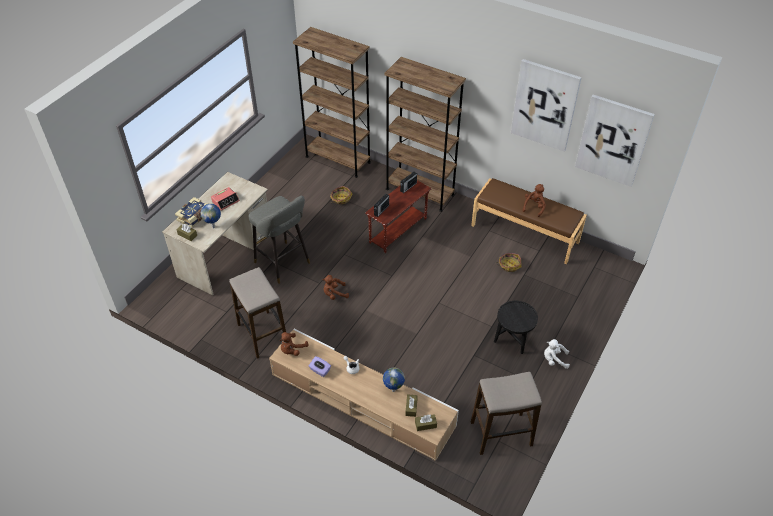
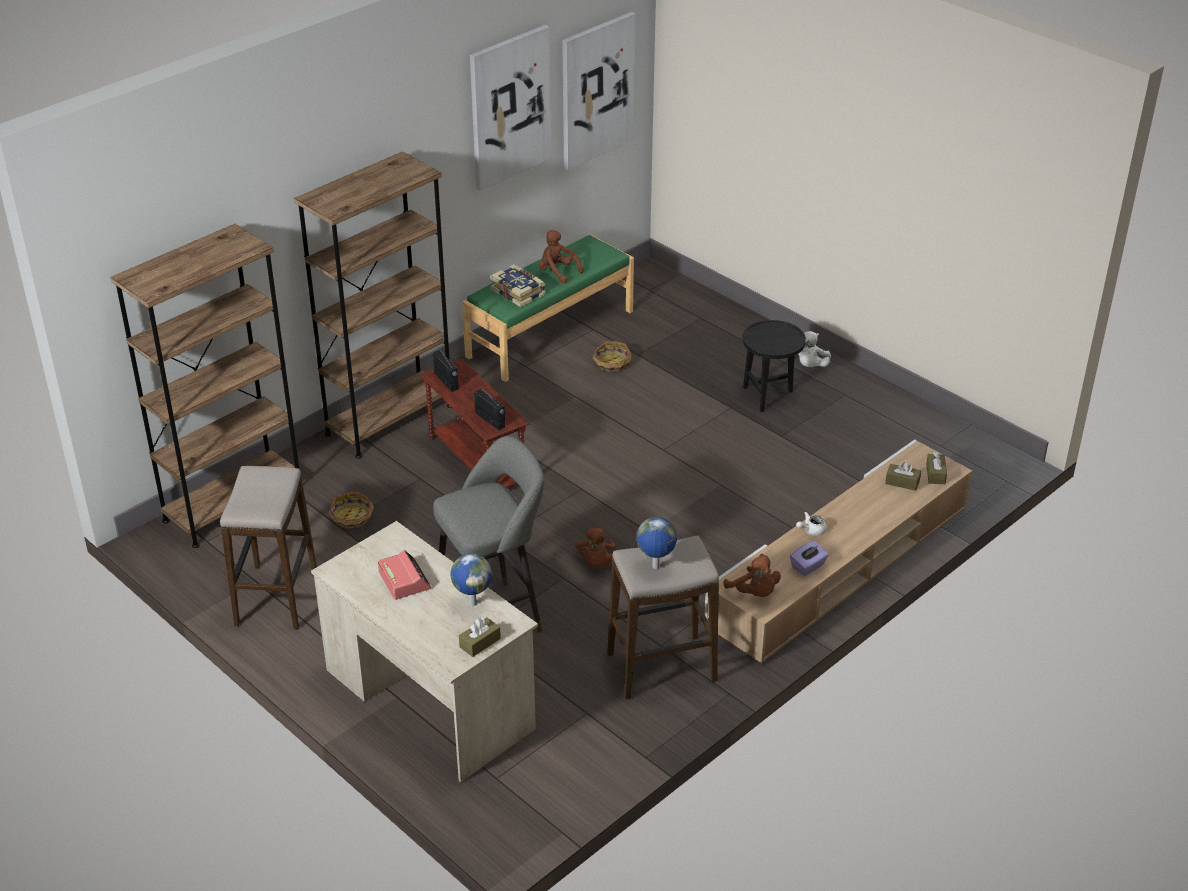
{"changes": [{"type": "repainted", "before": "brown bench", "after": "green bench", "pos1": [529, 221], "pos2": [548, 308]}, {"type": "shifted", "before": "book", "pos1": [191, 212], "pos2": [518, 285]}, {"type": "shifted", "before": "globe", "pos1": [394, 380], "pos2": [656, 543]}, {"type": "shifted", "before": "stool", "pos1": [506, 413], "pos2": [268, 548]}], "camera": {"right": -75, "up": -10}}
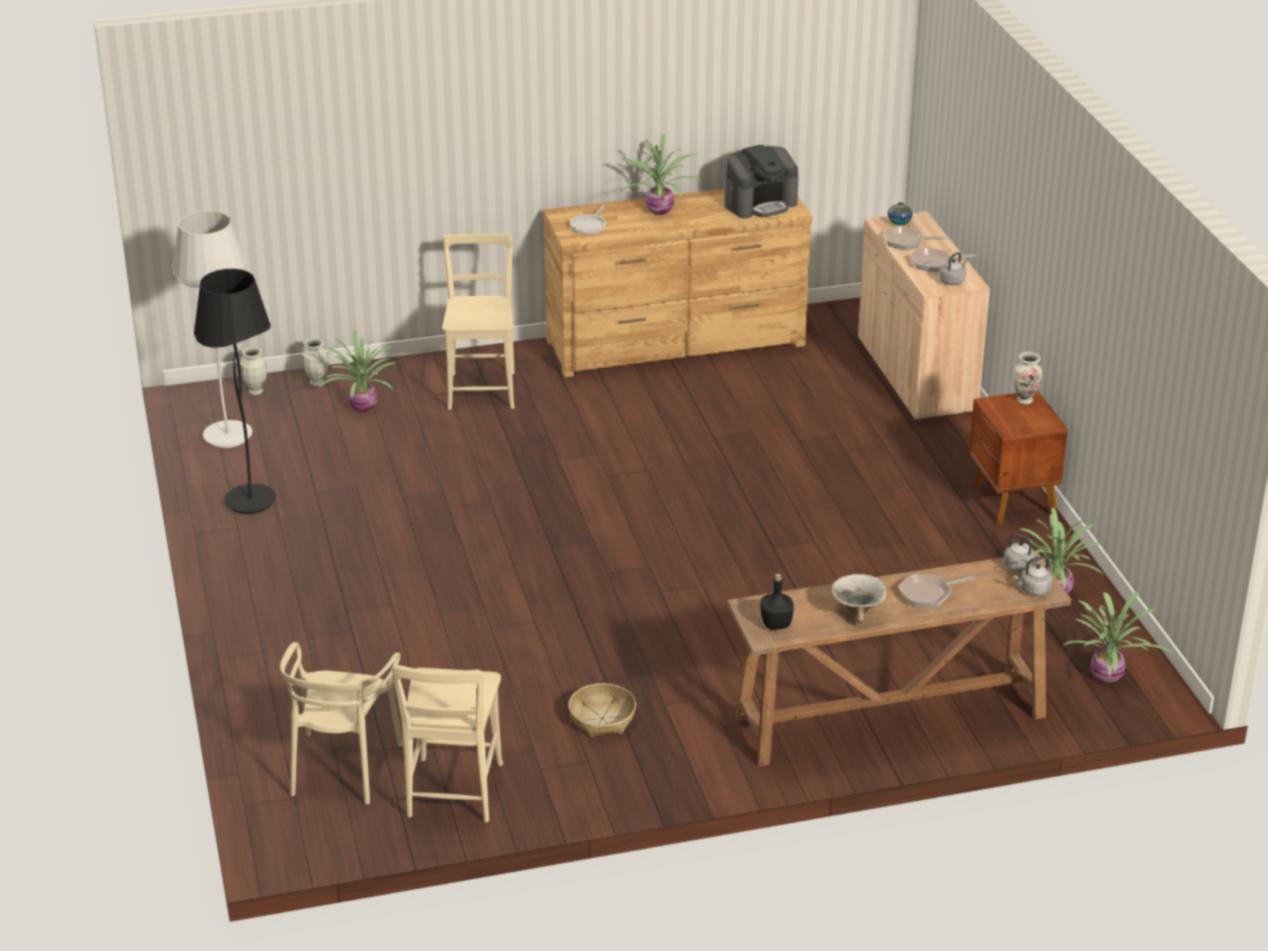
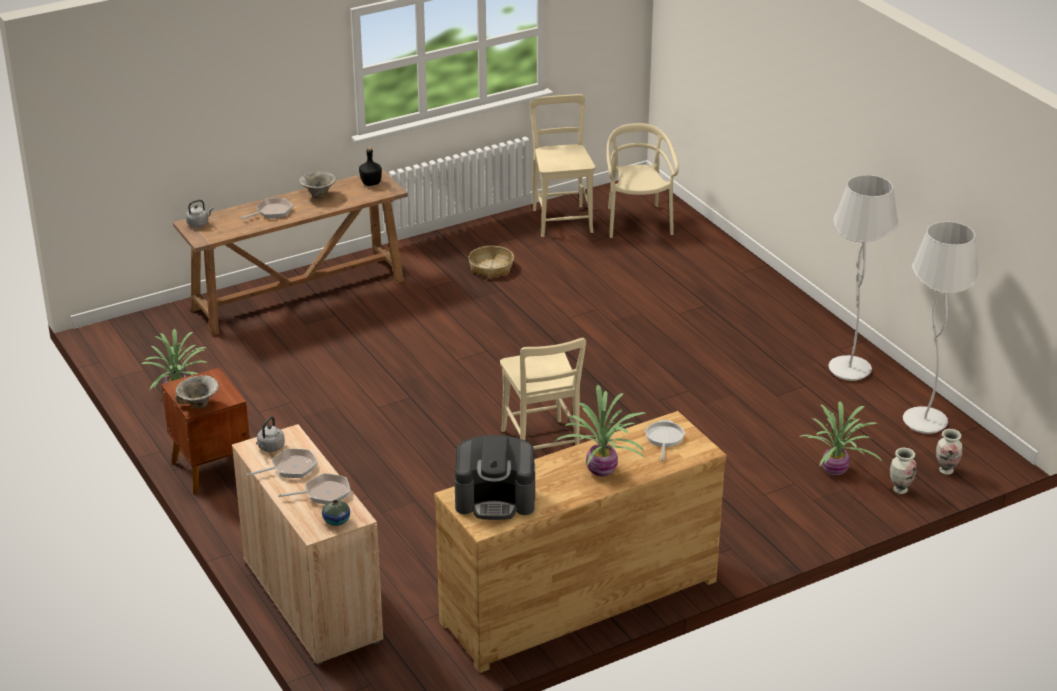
{"changes": [{"type": "rotated", "before": "coffee machine", "pos1": [761, 182], "pos2": [495, 477], "turn": -135}, {"type": "shifted", "before": "beige chair", "pos1": [478, 321], "pos2": [543, 394]}, {"type": "repainted", "before": "black floor lamp", "after": "white floor lamp", "pos1": [235, 391], "pos2": [863, 278]}, {"type": "swapped", "before": "vase", "after": "bowl", "pos1": [1027, 378], "pos2": [197, 392]}, {"type": "gone", "before": "grey kettle", "pos1": [1022, 553]}, {"type": "gone", "before": "potted plant", "pos1": [1118, 637]}], "camera": {"right": 165, "up": 0}}
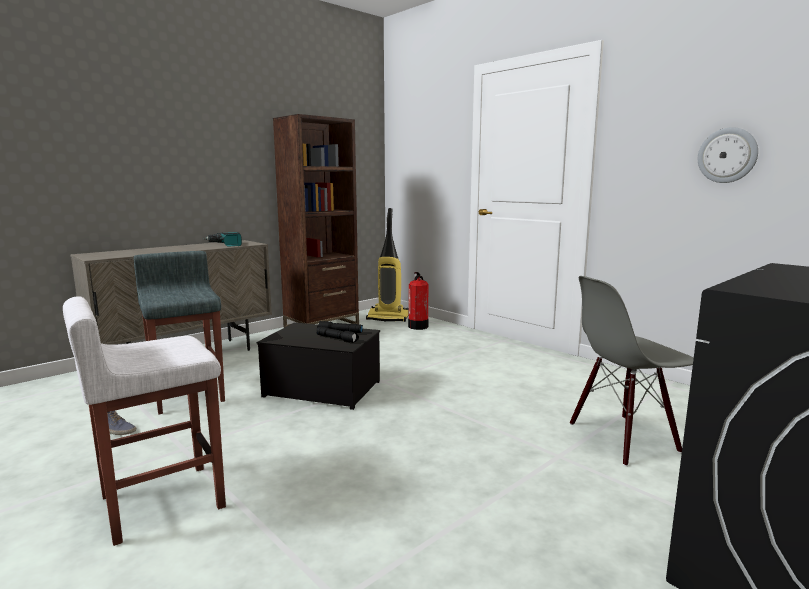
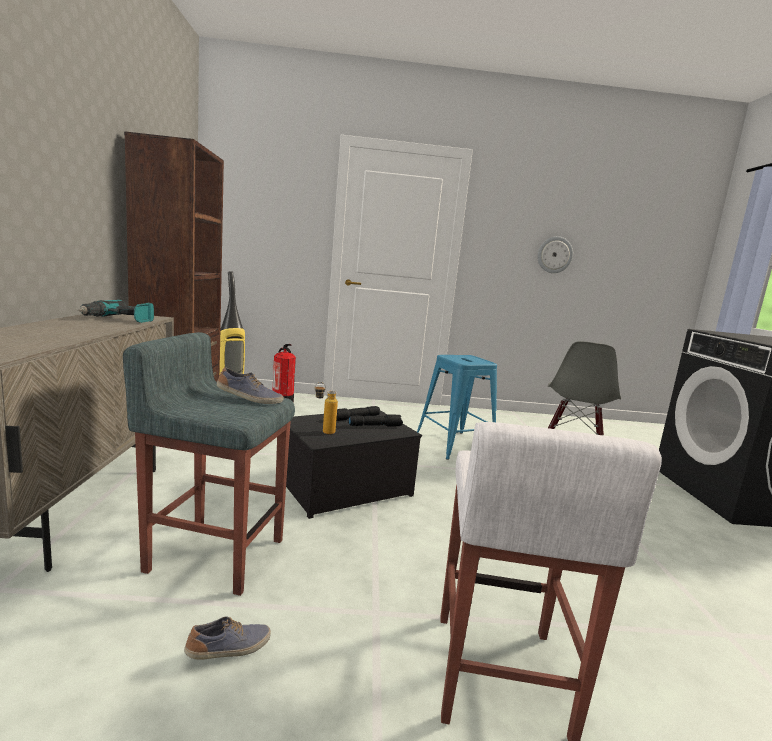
{"changes": [{"type": "new", "after": "blue stool", "pos2": [457, 407]}, {"type": "new", "after": "shoe", "pos2": [250, 385]}, {"type": "new", "after": "bottle", "pos2": [326, 408]}], "camera": {"right": -50, "up": 0}}
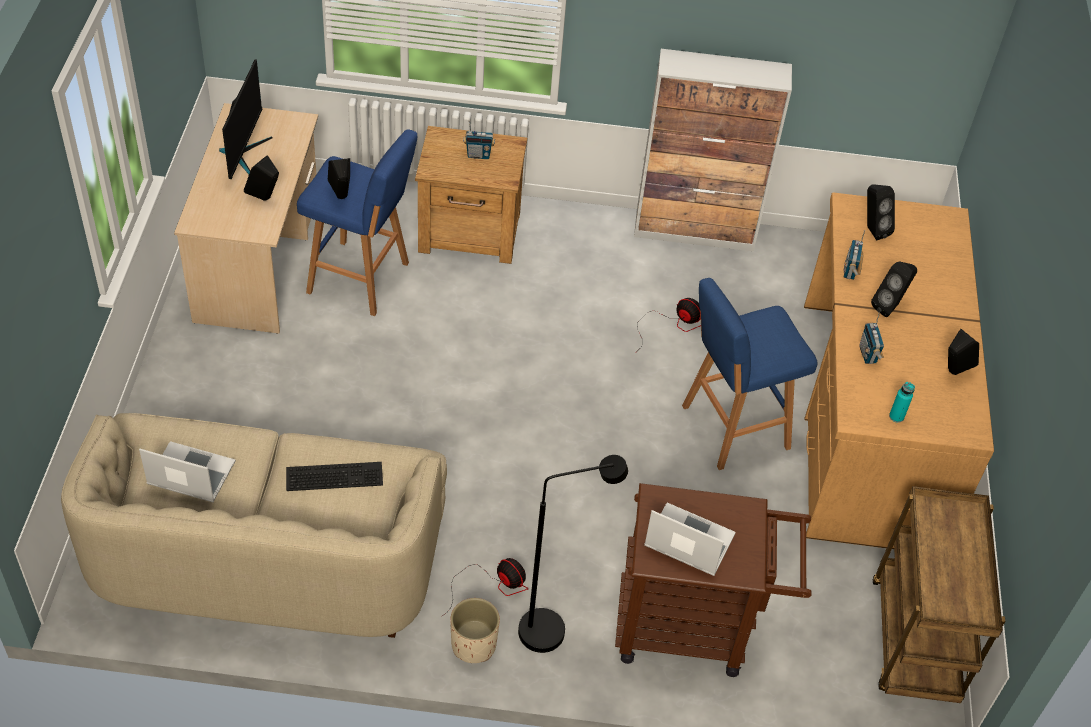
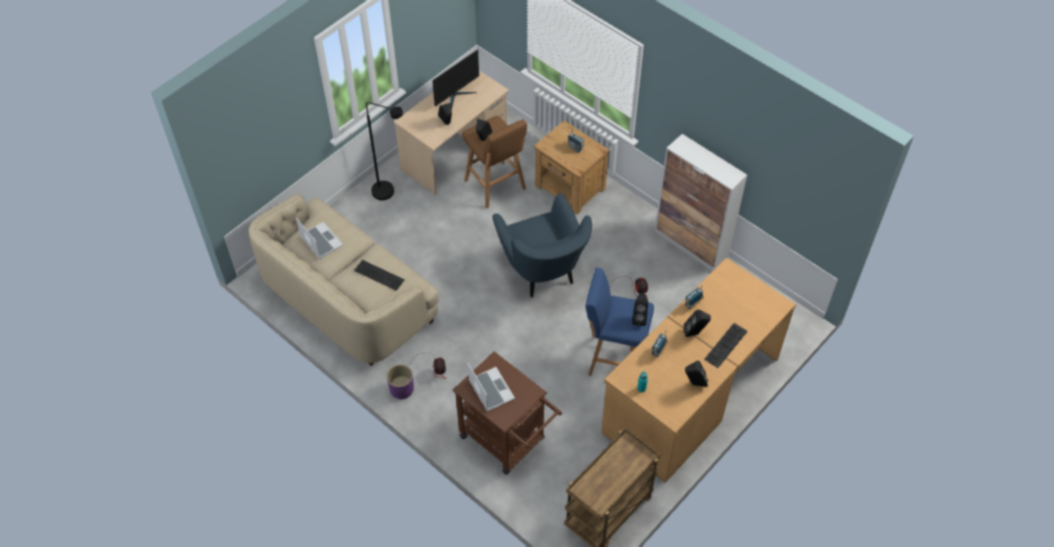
{"changes": [{"type": "repainted", "before": "blue stool", "after": "brown stool", "pos1": [357, 222], "pos2": [494, 162]}, {"type": "shifted", "before": "black speaker", "pos1": [881, 212], "pos2": [640, 309]}, {"type": "shifted", "before": "black floor lamp", "pos1": [573, 554], "pos2": [384, 151]}, {"type": "repainted", "before": "beige planter", "after": "purple planter", "pos1": [475, 630], "pos2": [400, 382]}, {"type": "new", "after": "blue armchair", "pos2": [542, 245]}, {"type": "new", "after": "keyboard", "pos2": [726, 345]}], "camera": {"right": 40, "up": 5}}
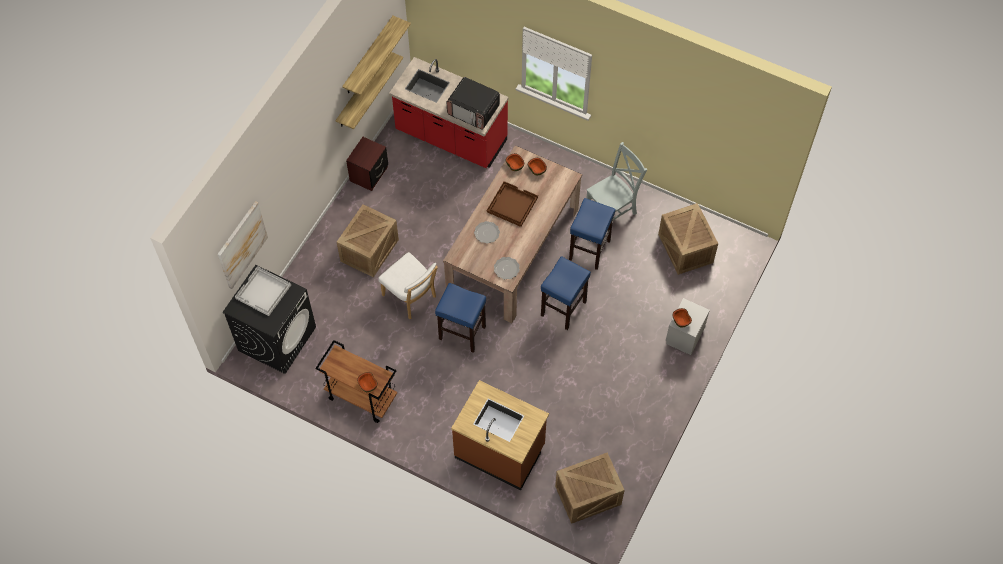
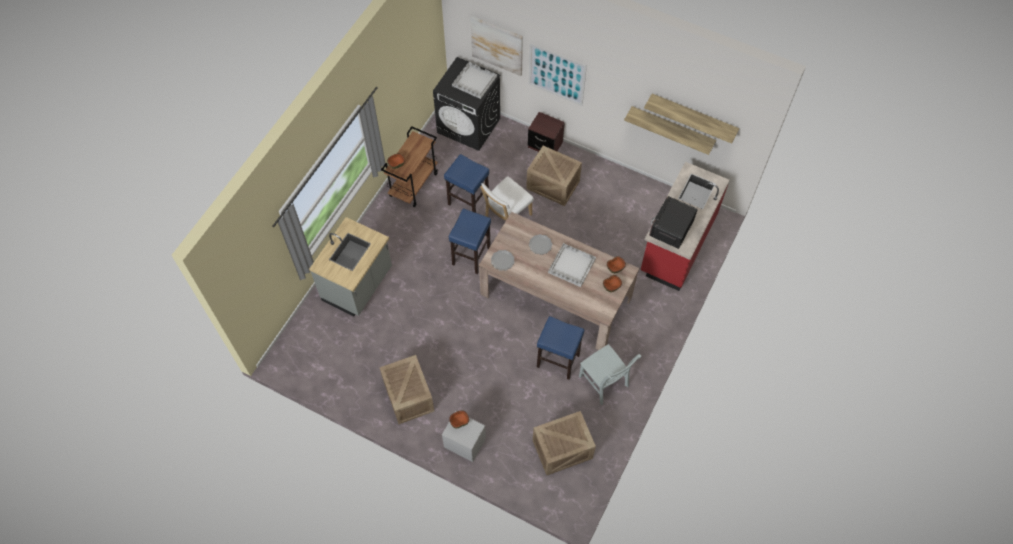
{"changes": [{"type": "shifted", "before": "brown nightstand", "pos1": [367, 164], "pos2": [546, 132]}, {"type": "repainted", "before": "brown tray", "after": "white tray", "pos1": [512, 204], "pos2": [572, 265]}, {"type": "shifted", "before": "blue stool", "pos1": [566, 293], "pos2": [466, 183]}, {"type": "repainted", "before": "brown counter", "after": "grey counter", "pos1": [500, 435], "pos2": [350, 266]}, {"type": "shifted", "before": "crate", "pos1": [590, 488], "pos2": [407, 389]}, {"type": "new", "after": "picture", "pos2": [558, 74]}], "camera": {"right": 90, "up": 0}}
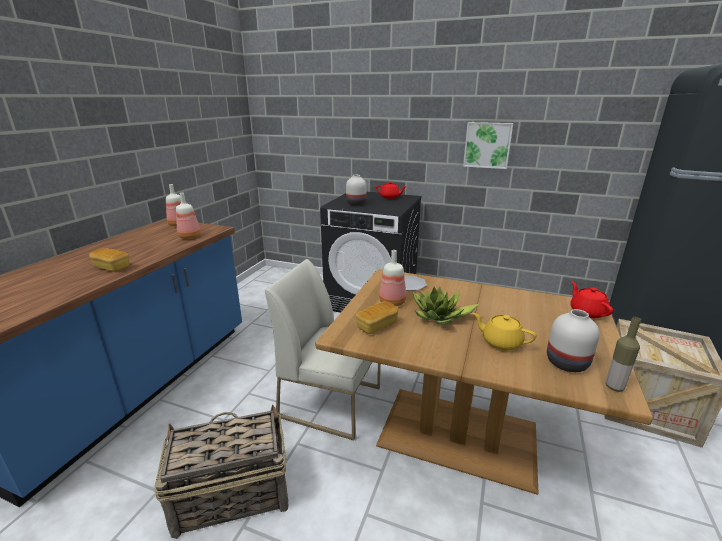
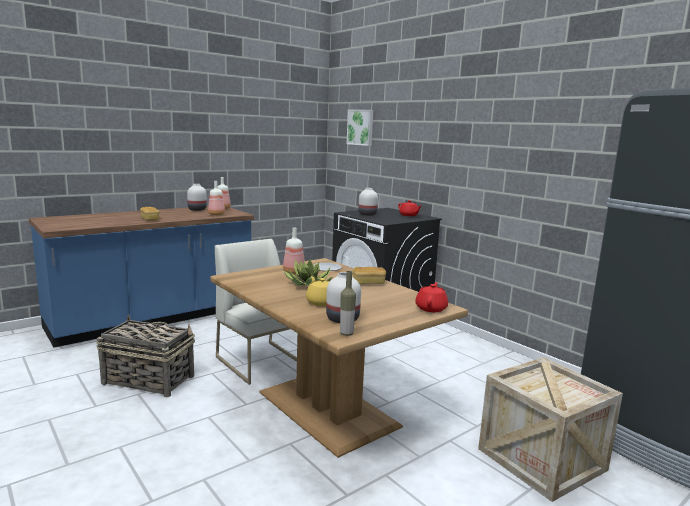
{"changes": [{"type": "shifted", "before": "picture", "pos1": [488, 145], "pos2": [360, 128]}, {"type": "shifted", "before": "bread", "pos1": [377, 317], "pos2": [369, 275]}, {"type": "new", "after": "white vase", "pos2": [197, 197]}], "camera": {"right": 30, "up": -10}}
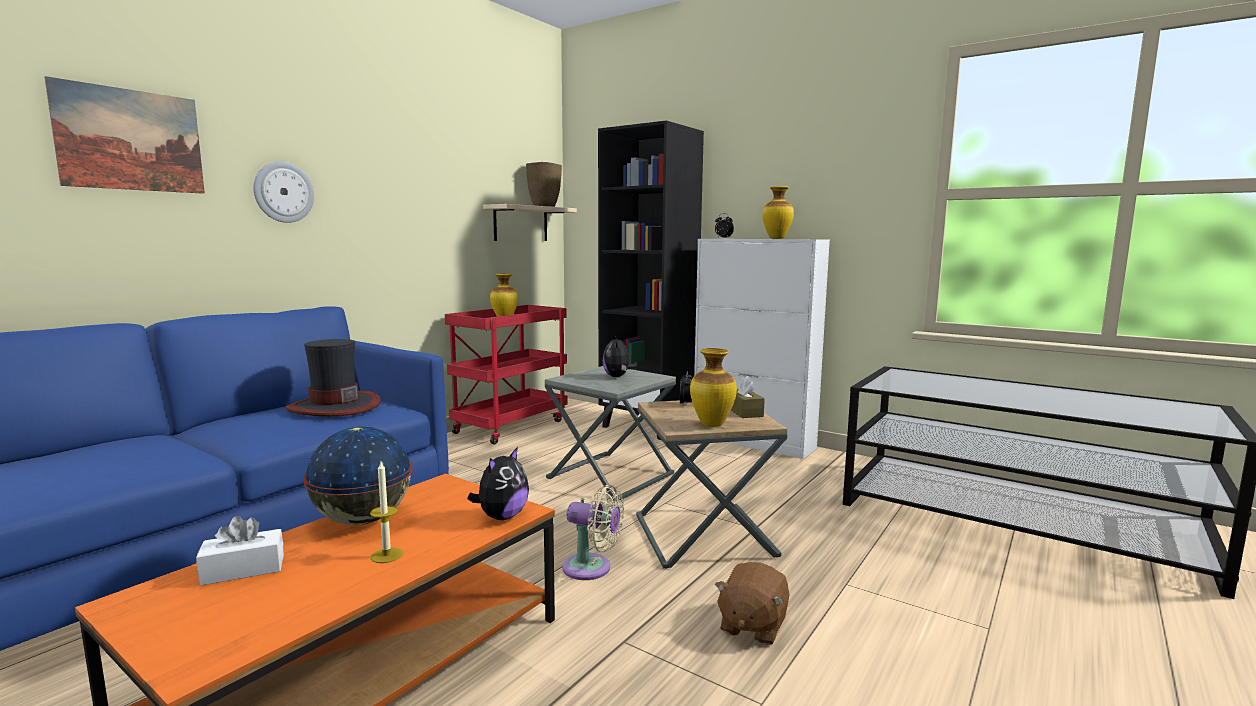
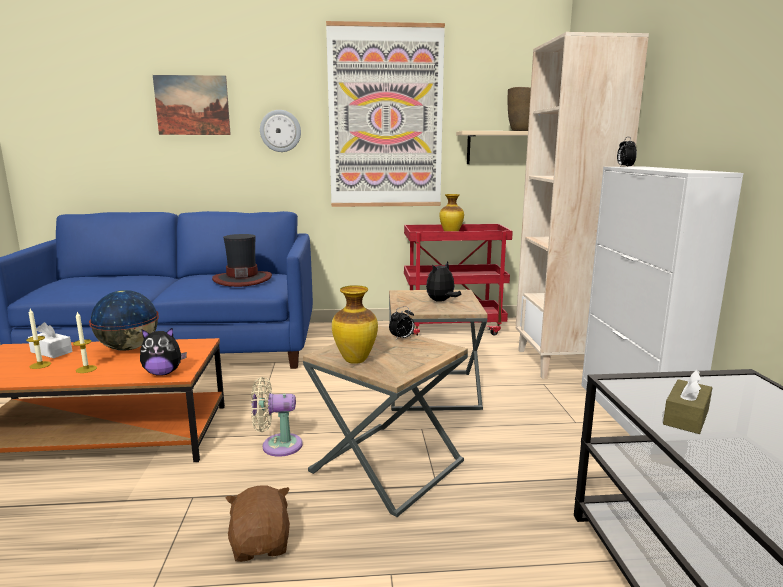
{"changes": [{"type": "repainted", "before": "black bookcase", "after": "beige bookcase", "pos1": [651, 280], "pos2": [582, 205]}, {"type": "gone", "before": "vase", "pos1": [778, 212]}, {"type": "repainted", "before": "grey side table", "after": "brown side table", "pos1": [610, 433], "pos2": [438, 350]}, {"type": "shifted", "before": "brown tissue box", "pos1": [748, 397], "pos2": [687, 402]}, {"type": "rotated", "before": "beige fan", "pos1": [593, 532], "pos2": [277, 417], "turn": 105}, {"type": "rotated", "before": "brown plush toy", "pos1": [752, 603], "pos2": [258, 524], "turn": 90}, {"type": "new", "after": "picture", "pos2": [385, 114]}, {"type": "new", "after": "candle", "pos2": [38, 339]}], "camera": {"right": 50, "up": 5}}
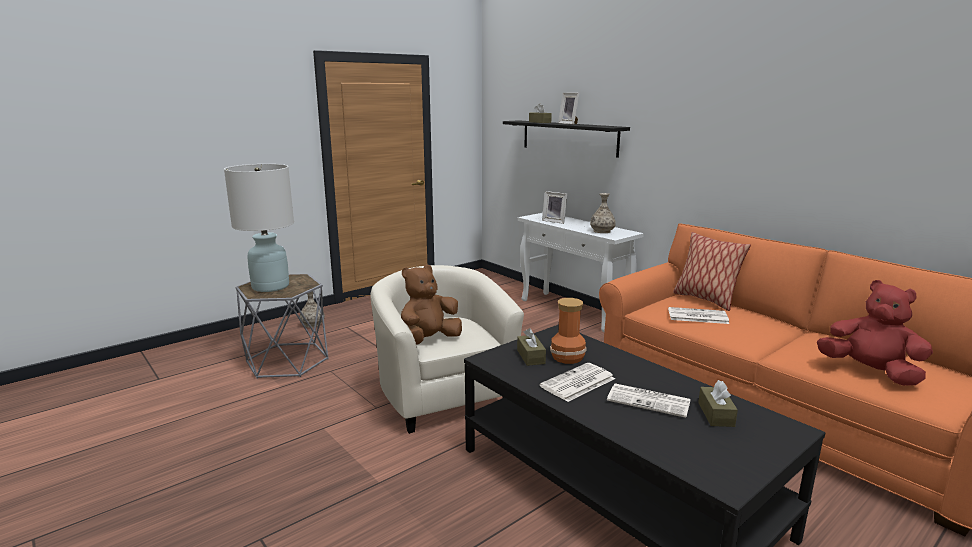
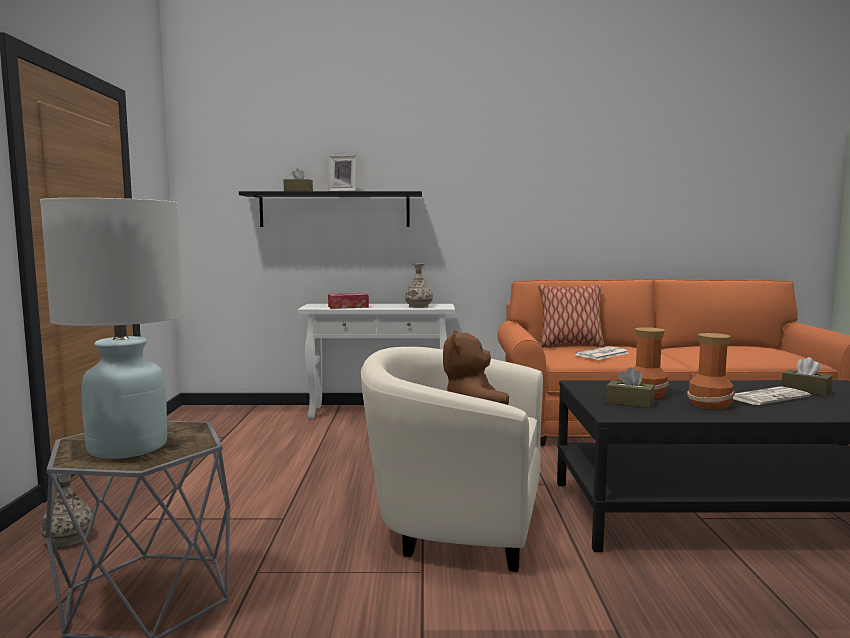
{"changes": [{"type": "swapped", "before": "picture frame", "after": "tissue box", "pos1": [554, 207], "pos2": [348, 301]}, {"type": "gone", "before": "red plush toy", "pos1": [875, 333]}, {"type": "swapped", "before": "newspaper", "after": "vase", "pos1": [577, 382], "pos2": [711, 371]}], "camera": {"right": -50, "up": -10}}
